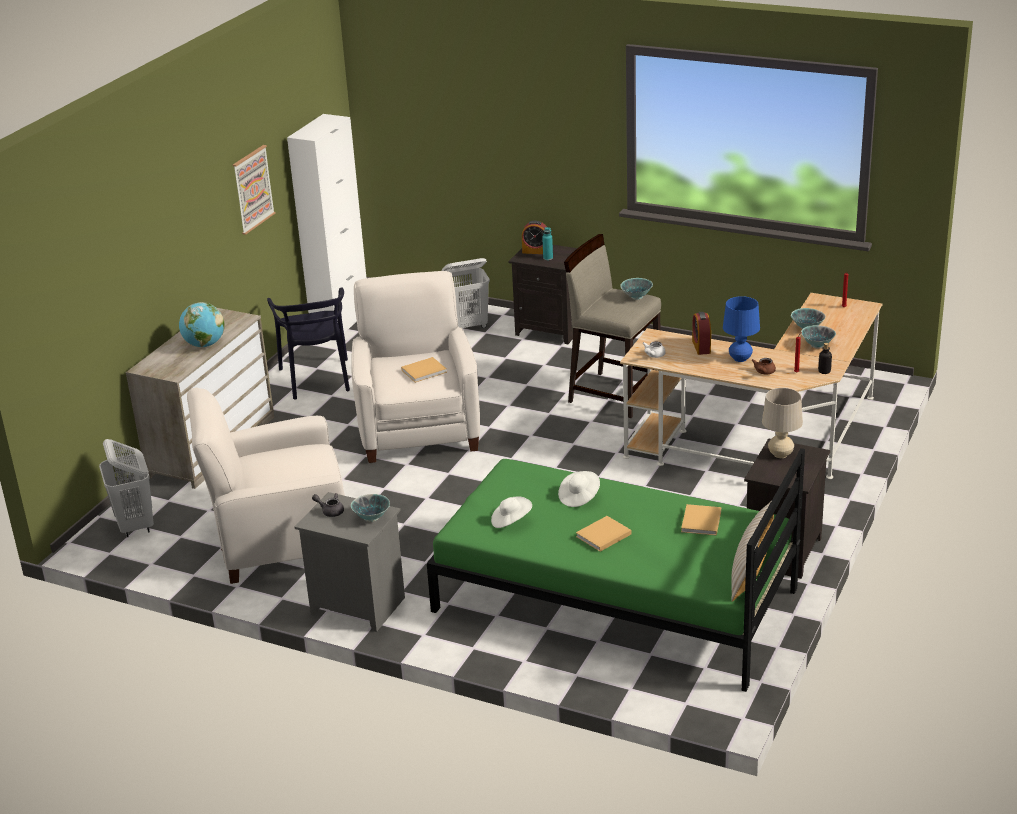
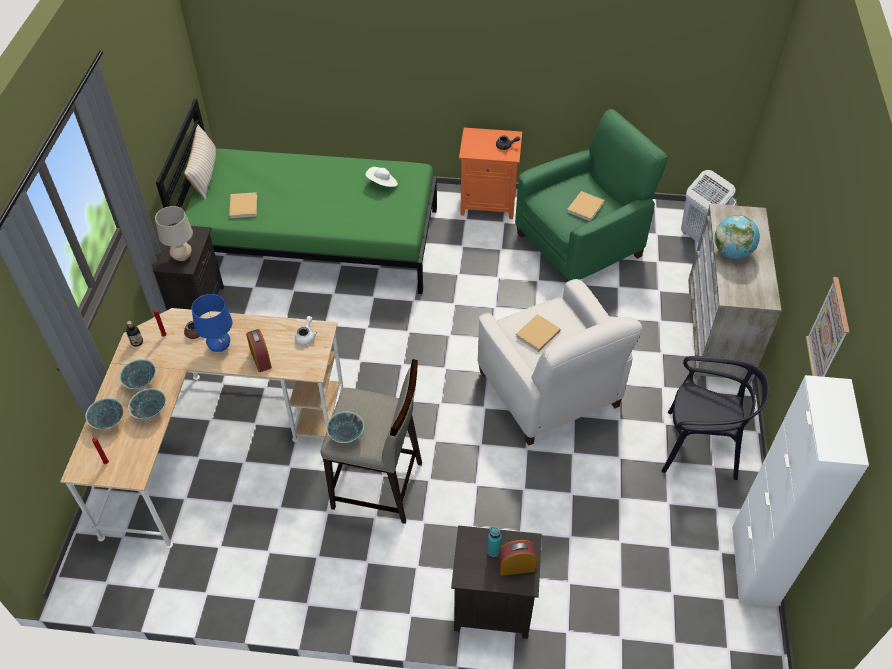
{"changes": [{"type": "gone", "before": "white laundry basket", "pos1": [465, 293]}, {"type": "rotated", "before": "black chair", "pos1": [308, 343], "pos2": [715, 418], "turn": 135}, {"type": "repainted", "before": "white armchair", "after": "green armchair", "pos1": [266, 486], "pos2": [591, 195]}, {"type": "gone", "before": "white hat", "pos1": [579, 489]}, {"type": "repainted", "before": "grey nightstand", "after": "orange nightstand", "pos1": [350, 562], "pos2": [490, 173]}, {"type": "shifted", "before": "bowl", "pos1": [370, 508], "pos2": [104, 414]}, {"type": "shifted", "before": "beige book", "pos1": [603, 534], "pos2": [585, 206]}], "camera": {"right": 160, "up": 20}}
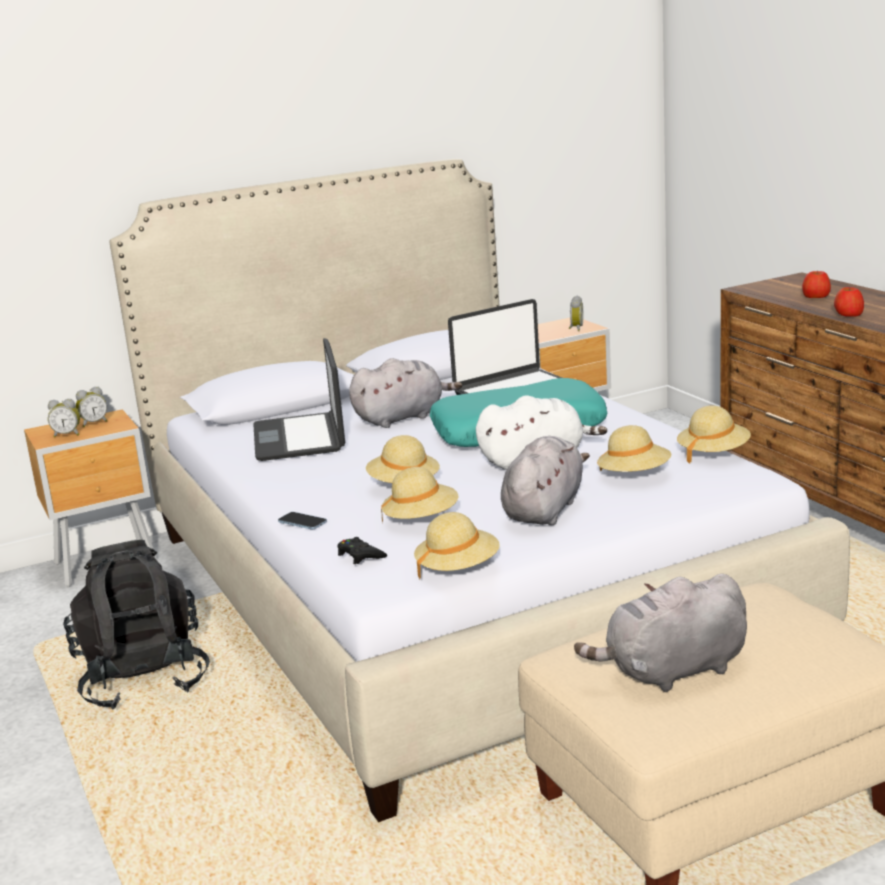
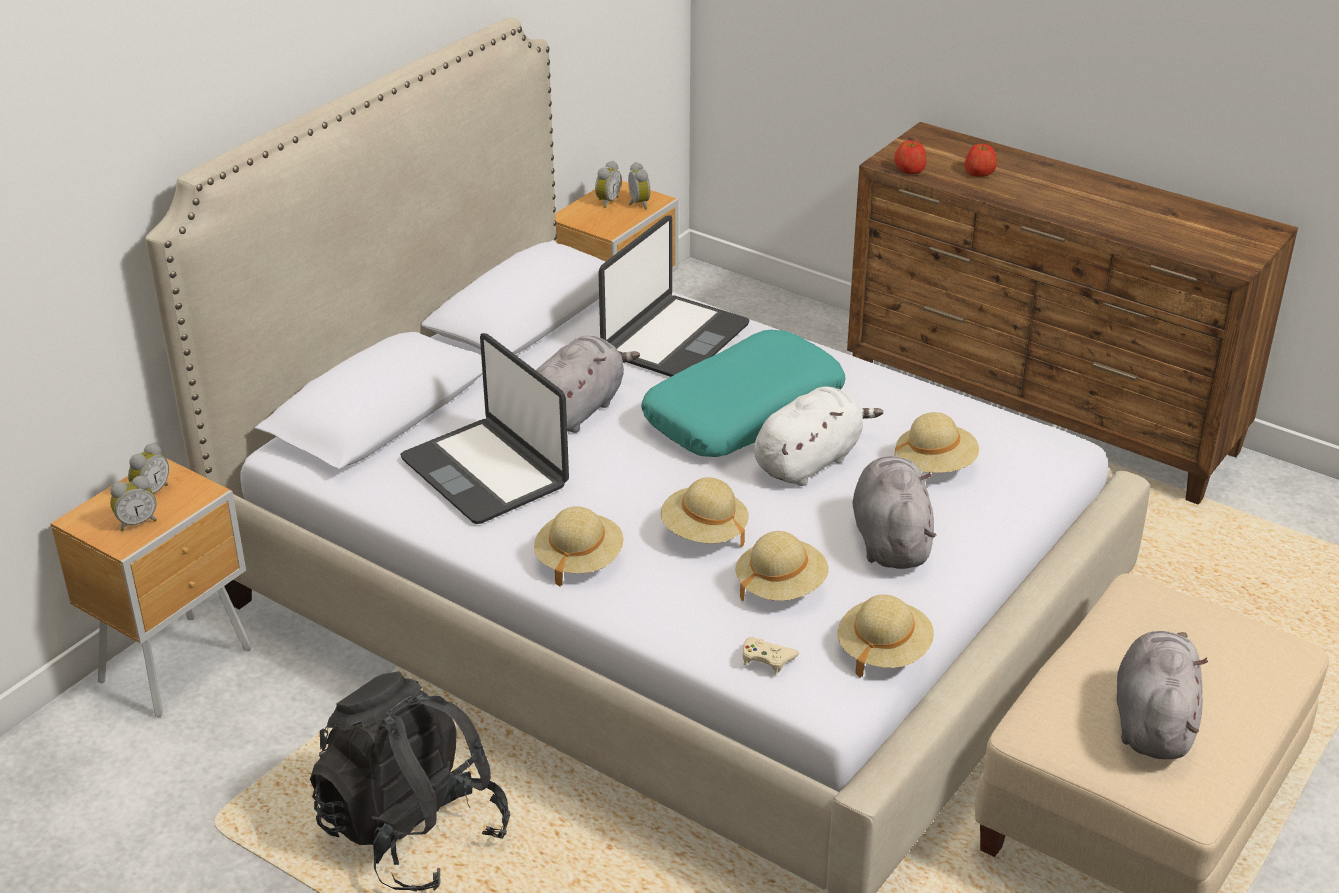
{"changes": [{"type": "shifted", "before": "apple", "pos1": [849, 302], "pos2": [910, 157]}, {"type": "shifted", "before": "beige hat", "pos1": [714, 434], "pos2": [579, 546]}, {"type": "gone", "before": "phone", "pos1": [302, 521]}, {"type": "repainted", "before": "black game controller", "after": "beige game controller", "pos1": [362, 550], "pos2": [771, 655]}, {"type": "rotated", "before": "grey plush toy", "pos1": [660, 633], "pos2": [1162, 695], "turn": 150}, {"type": "new", "after": "alarm clock", "pos2": [608, 184]}], "camera": {"right": -30, "up": 15}}
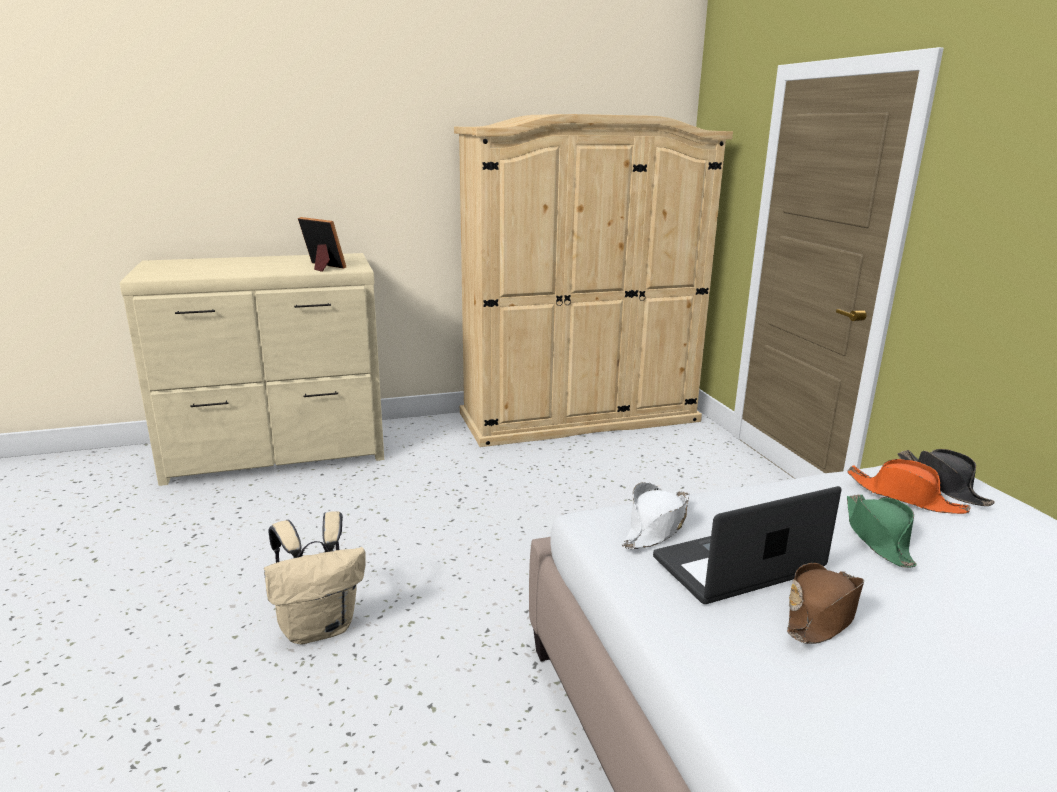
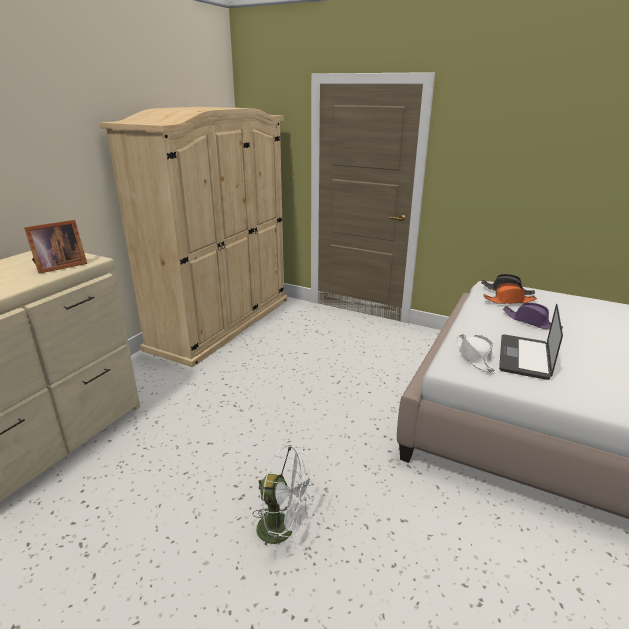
{"changes": [{"type": "rotated", "before": "picture frame", "pos1": [322, 244], "pos2": [55, 247], "turn": 150}, {"type": "repainted", "before": "green hat", "after": "purple hat", "pos1": [882, 531], "pos2": [533, 316]}, {"type": "swapped", "before": "beige backpack", "after": "white fan", "pos1": [315, 577], "pos2": [283, 502]}, {"type": "gone", "before": "brown hat", "pos1": [825, 603]}], "camera": {"right": -45, "up": 5}}
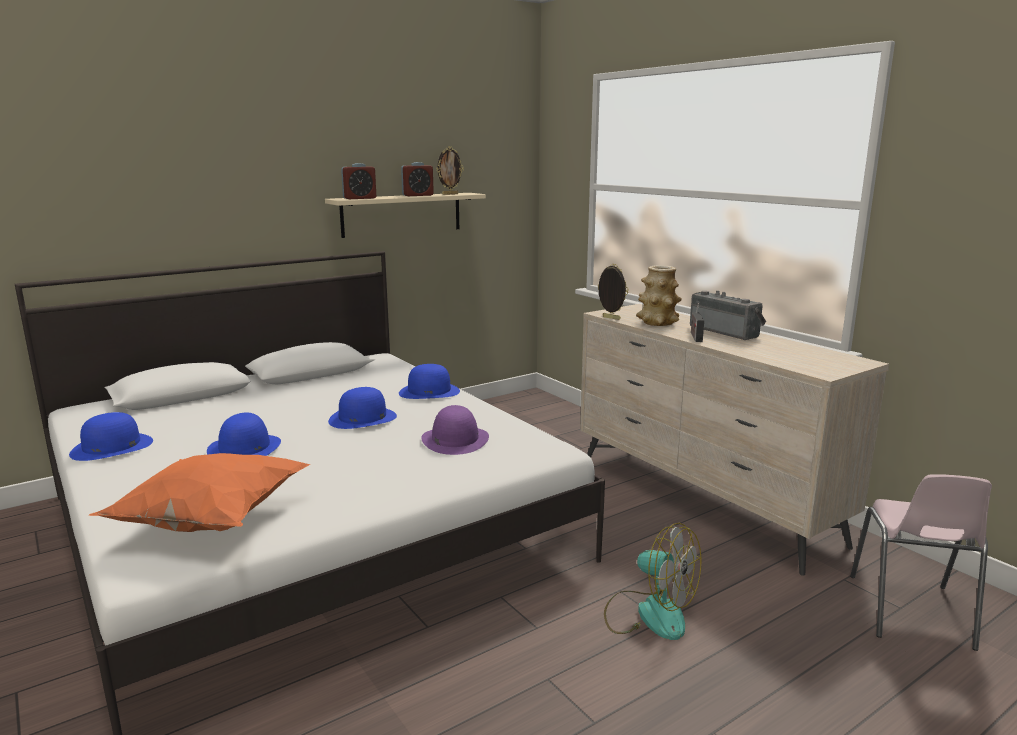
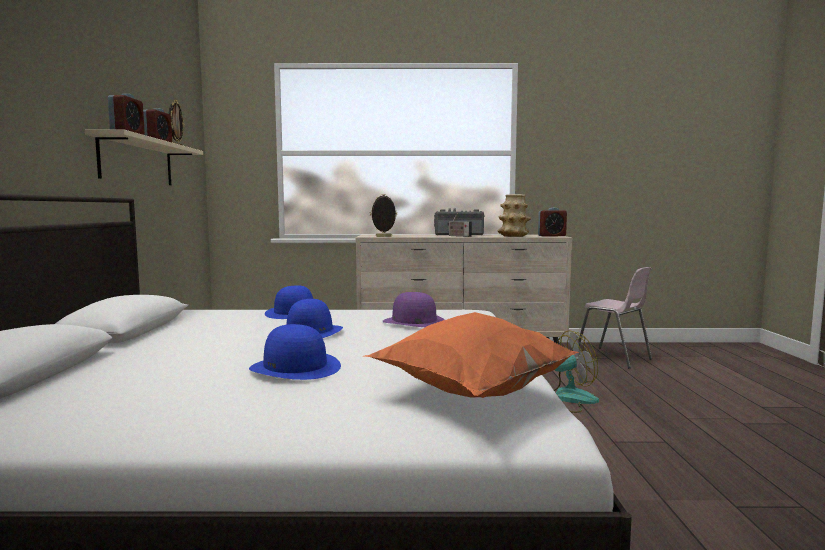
{"changes": [{"type": "shifted", "before": "vase", "pos1": [659, 295], "pos2": [514, 215]}, {"type": "gone", "before": "blue hat", "pos1": [111, 436]}, {"type": "new", "after": "alarm clock", "pos2": [552, 222]}], "camera": {"right": -55, "up": -10}}
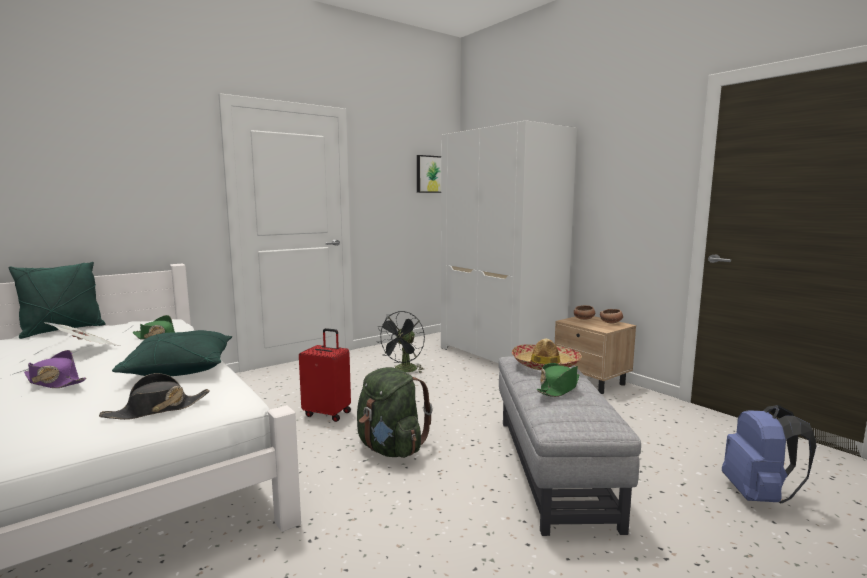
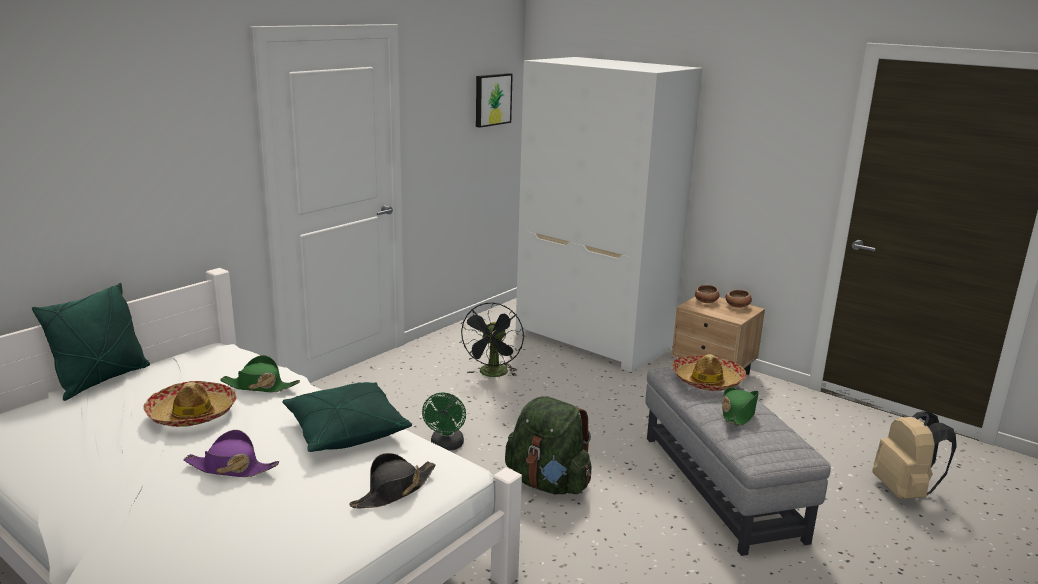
{"changes": [{"type": "swapped", "before": "newspaper", "after": "hat", "pos1": [81, 334], "pos2": [190, 404]}, {"type": "swapped", "before": "red suitcase", "after": "green fan", "pos1": [325, 375], "pos2": [444, 421]}, {"type": "repainted", "before": "blue backpack", "after": "beige backpack", "pos1": [769, 454], "pos2": [914, 455]}], "camera": {"right": -15, "up": 10}}
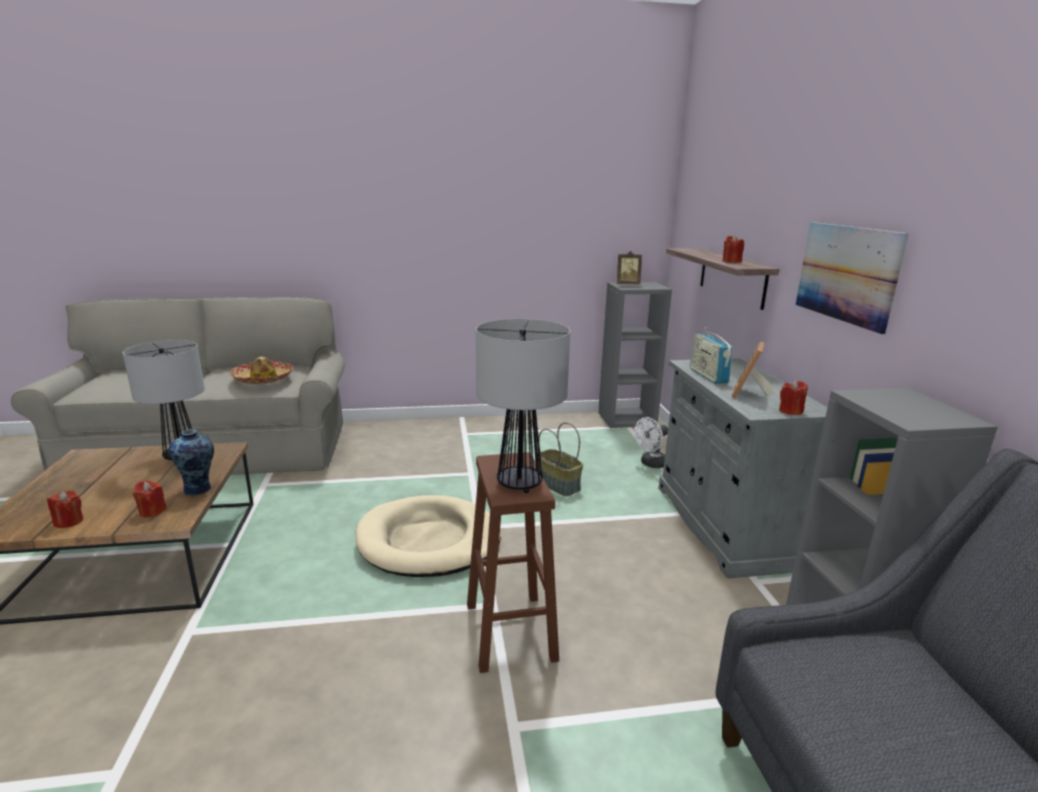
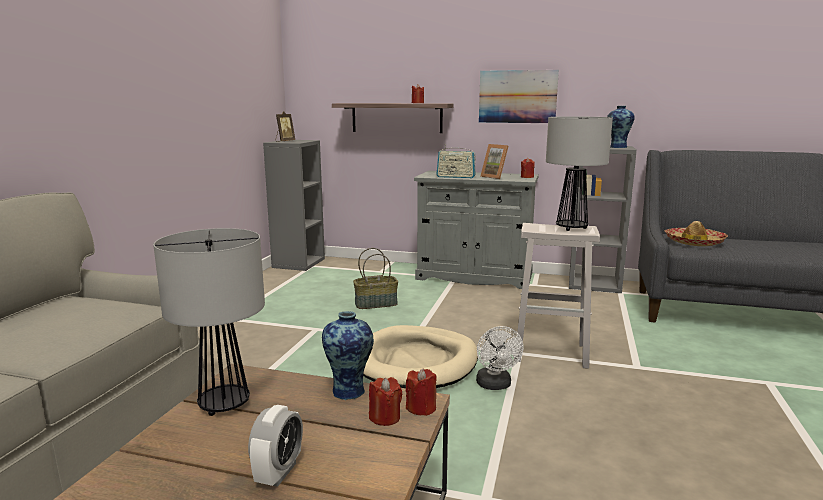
{"changes": [{"type": "shifted", "before": "hat", "pos1": [261, 370], "pos2": [696, 233]}, {"type": "shifted", "before": "white fan", "pos1": [651, 442], "pos2": [500, 358]}, {"type": "repainted", "before": "brown stool", "after": "white stool", "pos1": [513, 562], "pos2": [557, 296]}, {"type": "shifted", "before": "red candle", "pos1": [65, 509], "pos2": [421, 392]}, {"type": "new", "after": "vase", "pos2": [621, 127]}, {"type": "new", "after": "alarm clock", "pos2": [275, 446]}], "camera": {"right": -65, "up": -5}}
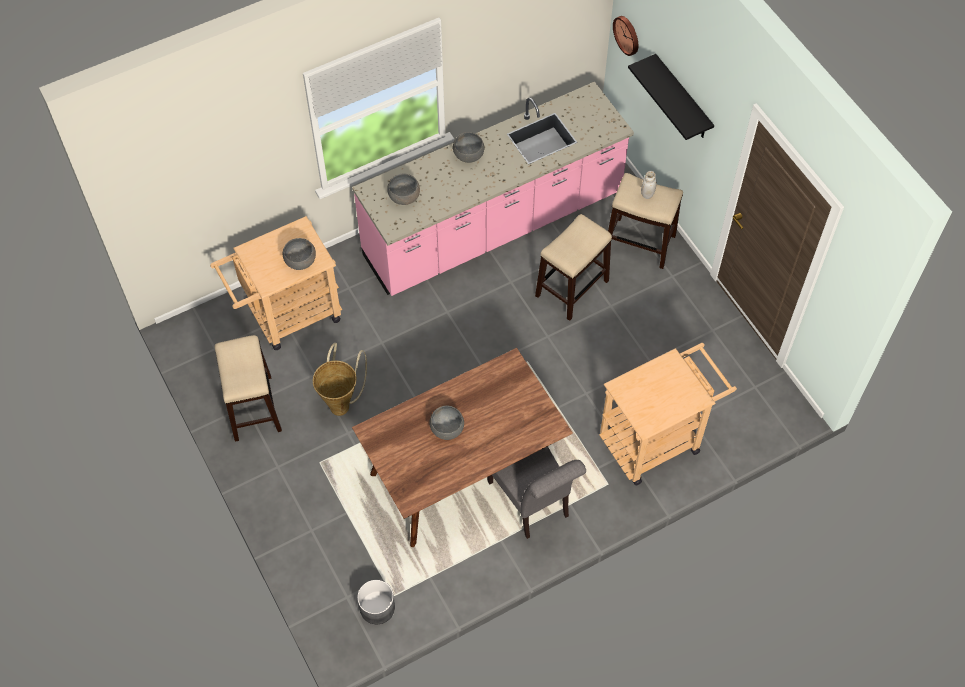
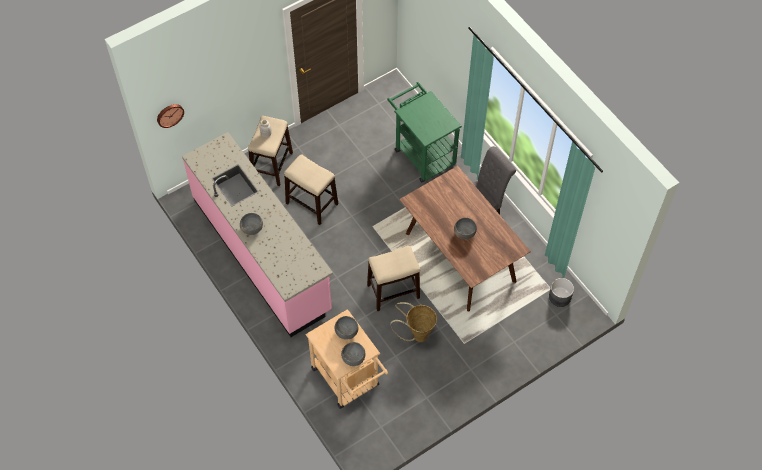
{"changes": [{"type": "gone", "before": "black shelf", "pos1": [671, 97]}, {"type": "shifted", "before": "grey bowl", "pos1": [403, 189], "pos2": [353, 354]}, {"type": "shifted", "before": "stool", "pos1": [248, 388], "pos2": [393, 278]}, {"type": "repainted", "before": "beige cart", "after": "green cart", "pos1": [668, 414], "pos2": [424, 132]}], "camera": {"right": -95, "up": 0}}
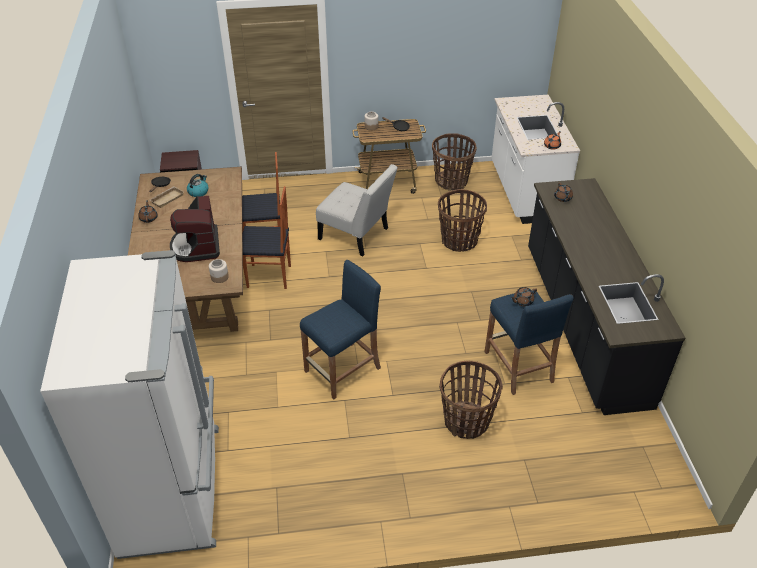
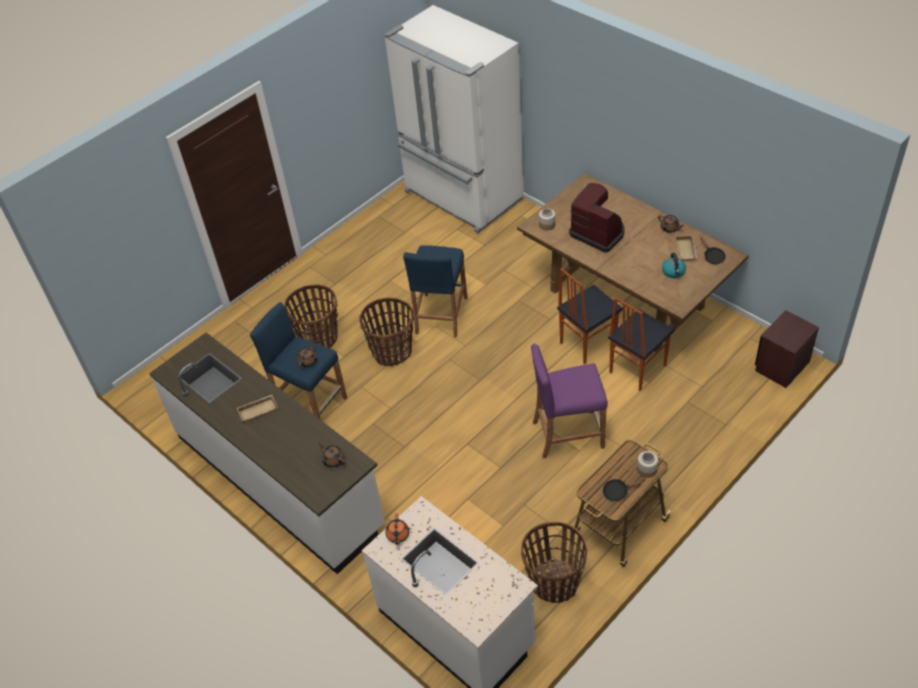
{"changes": [{"type": "swapped", "before": "white chair", "after": "purple stool", "pos1": [357, 210], "pos2": [569, 401]}, {"type": "repainted", "before": "black counter", "after": "white counter", "pos1": [607, 296], "pos2": [267, 453]}, {"type": "shifted", "before": "basket", "pos1": [462, 220], "pos2": [386, 332]}, {"type": "new", "after": "beige tray", "pos2": [257, 408]}], "camera": {"right": 145, "up": 5}}
